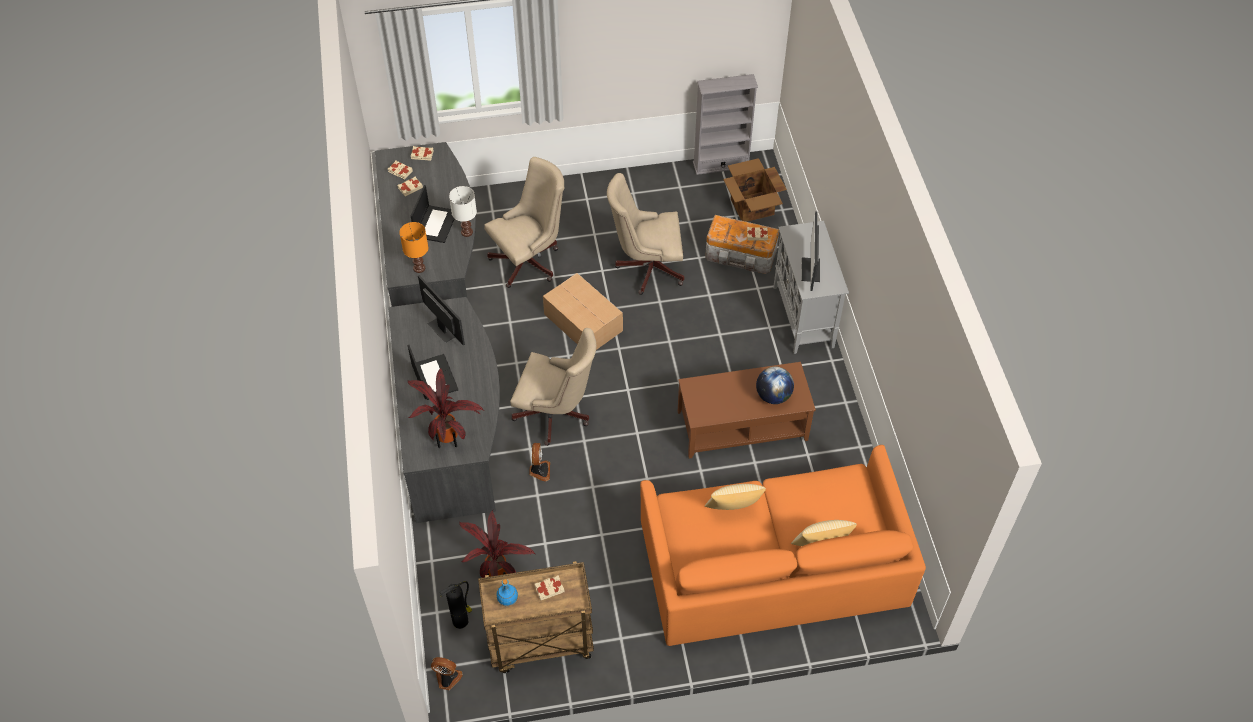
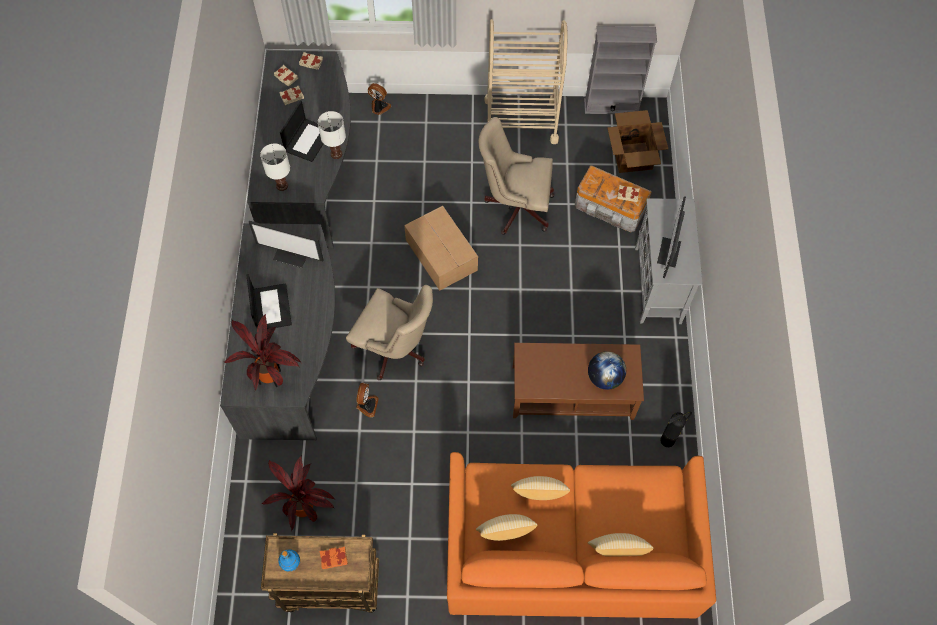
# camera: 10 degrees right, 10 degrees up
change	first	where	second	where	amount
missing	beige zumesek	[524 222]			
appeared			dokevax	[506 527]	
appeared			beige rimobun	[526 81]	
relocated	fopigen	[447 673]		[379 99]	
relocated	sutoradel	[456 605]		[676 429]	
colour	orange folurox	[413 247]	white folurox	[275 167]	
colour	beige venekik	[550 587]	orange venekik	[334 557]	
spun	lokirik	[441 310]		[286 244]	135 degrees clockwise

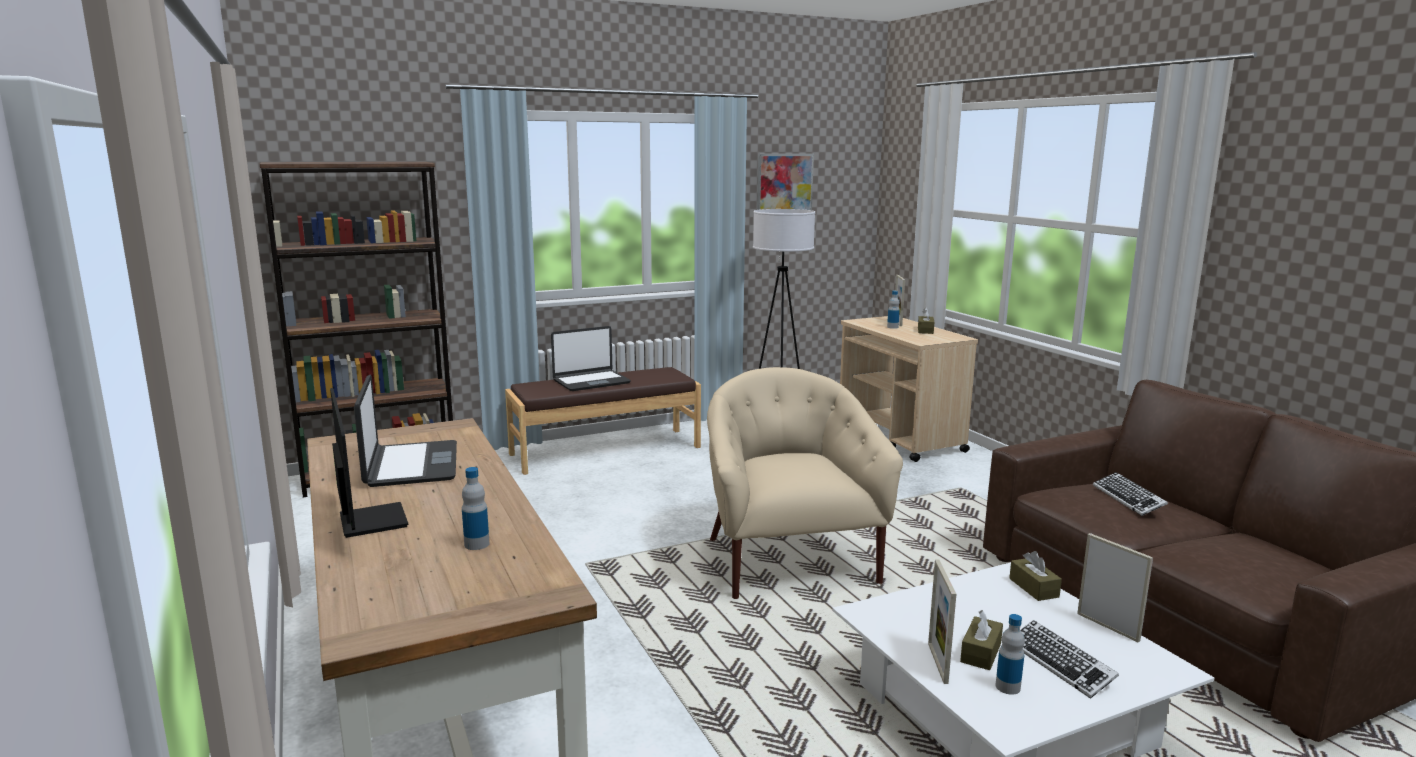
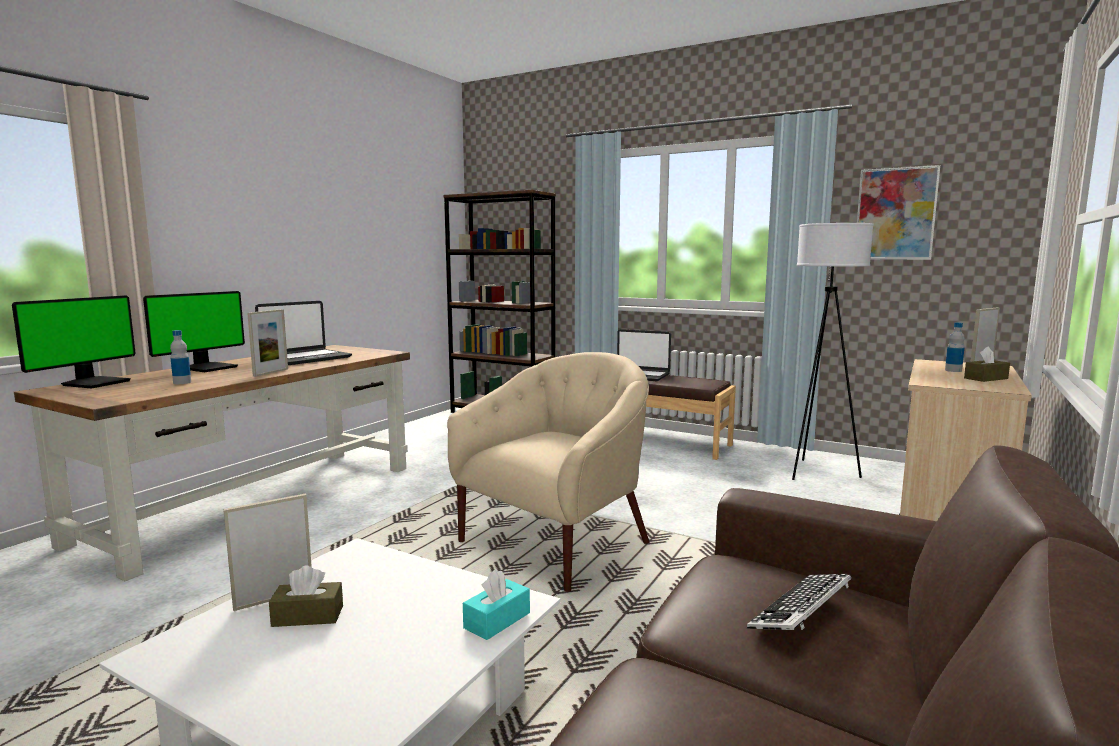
# camera: 55 degrees right, 5 degrees down
change	first	where	second	where	amount
missing	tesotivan	[1010 654]			
missing	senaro	[1069 659]			
appeared			lokirik	[74 342]	
relocated	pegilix	[1115 587]		[267 343]	
colour	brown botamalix	[1035 576]	turquoise botamalix	[496 604]	

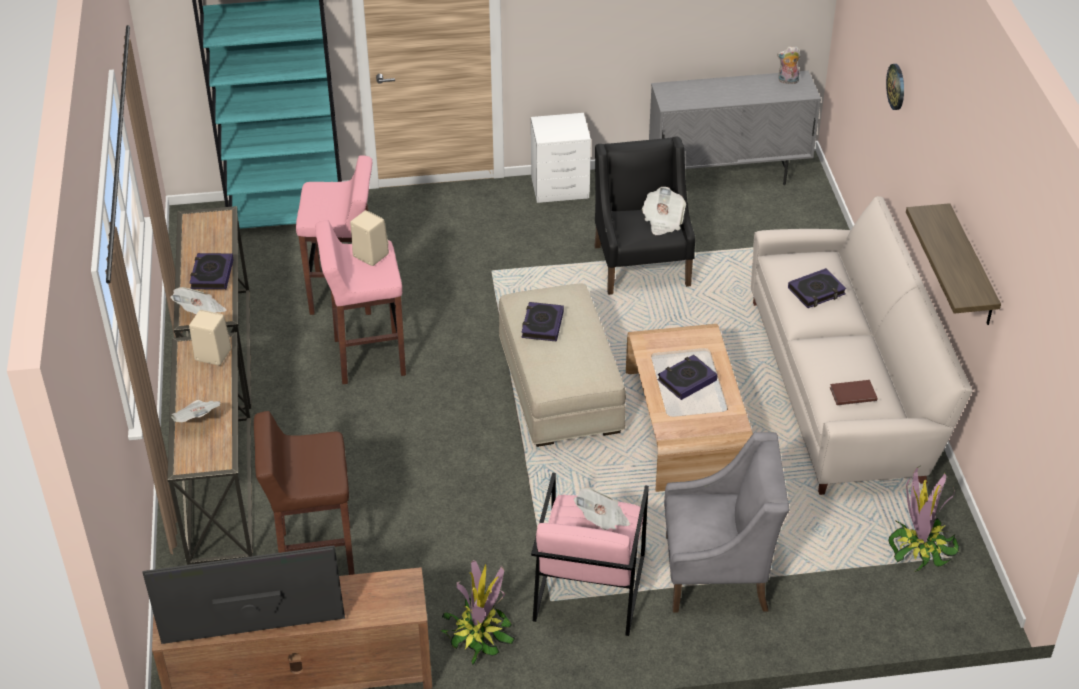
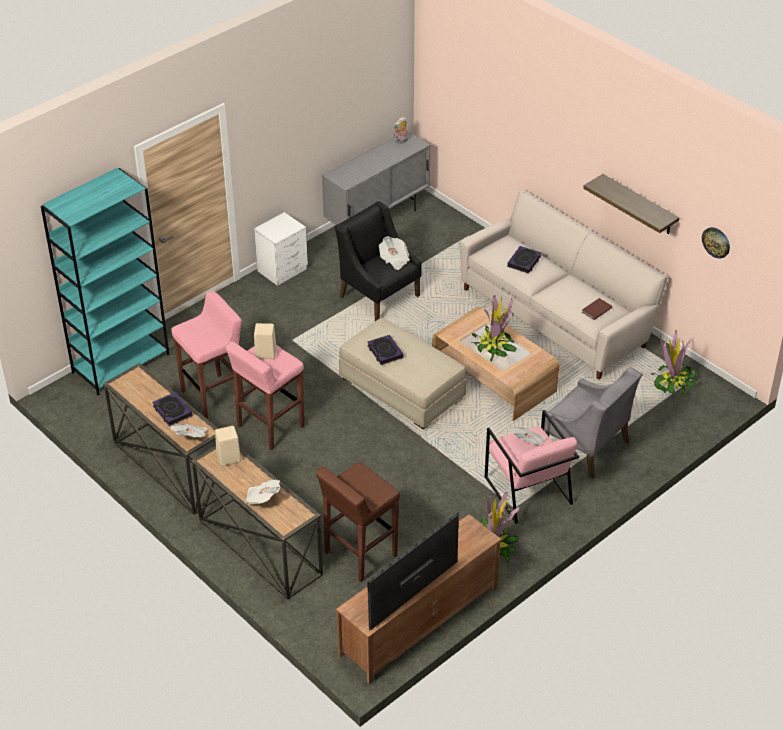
# camera: 35 degrees left, 0 degrees up
change	first	where	second	where	amount
relocated	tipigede	[895 87]		[716 243]	
exchanged	venekik	[687 377]	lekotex	[494 328]	
spun	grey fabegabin	[726 522]		[593 423]	75 degrees clockwise

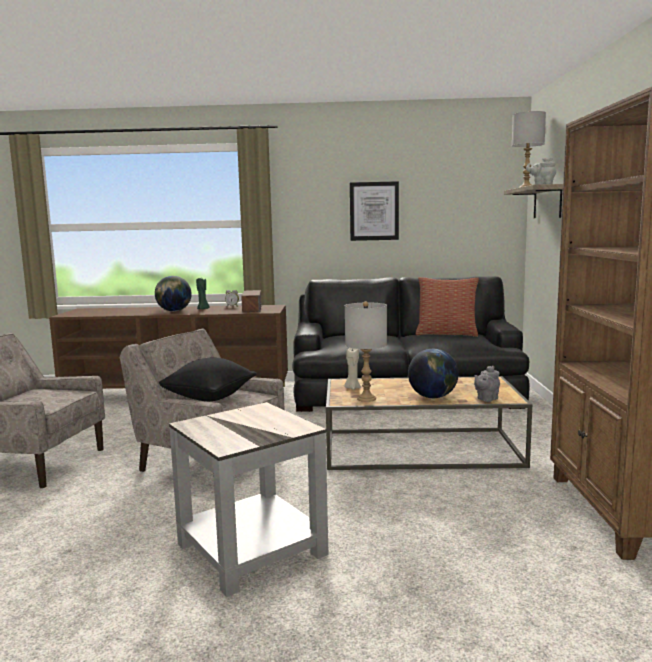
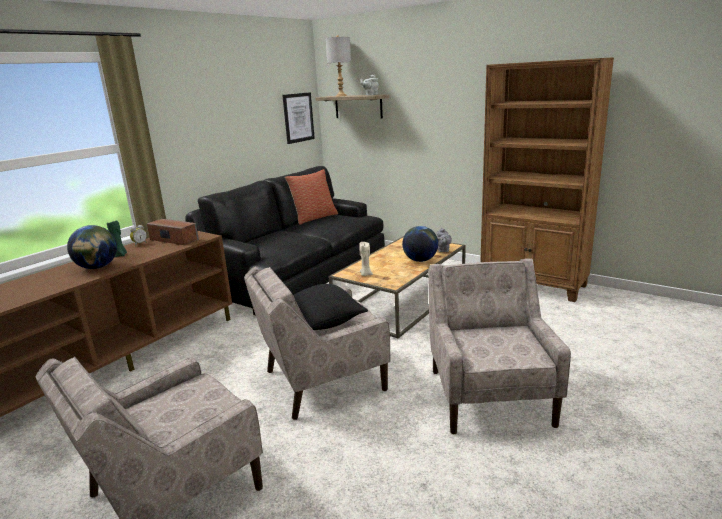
# camera: 55 degrees left, 10 degrees up
change	first	where	second	where	amount
missing	grey folurox	[366 351]			
relocated	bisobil	[374 211]		[298 118]	
exchanged	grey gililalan	[248 499]	beige fabegabin	[499 346]	

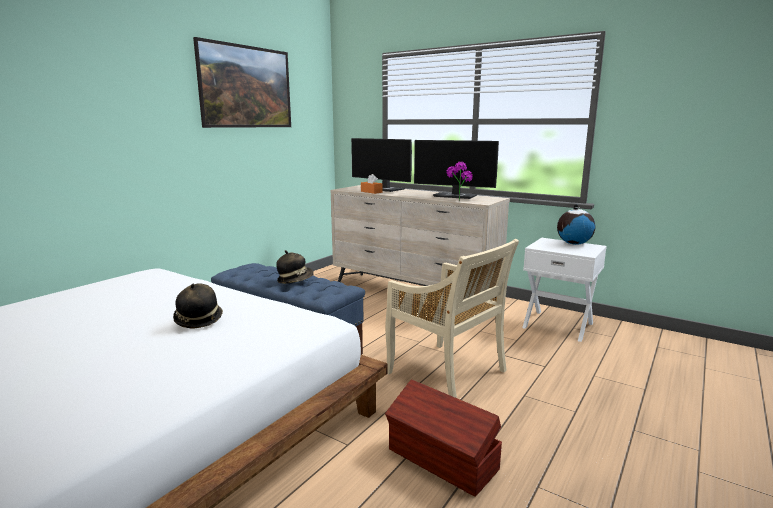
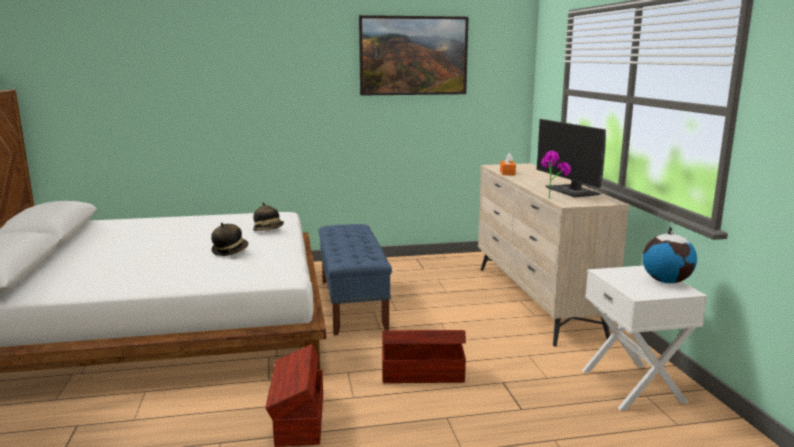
# camera: 45 degrees right, 0 degrees up
change	first	where	second	where	amount
missing	lokirik	[381 165]			
relocated	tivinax	[295 267]		[268 216]	
exchanged	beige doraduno	[452 318]	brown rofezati	[424 356]	

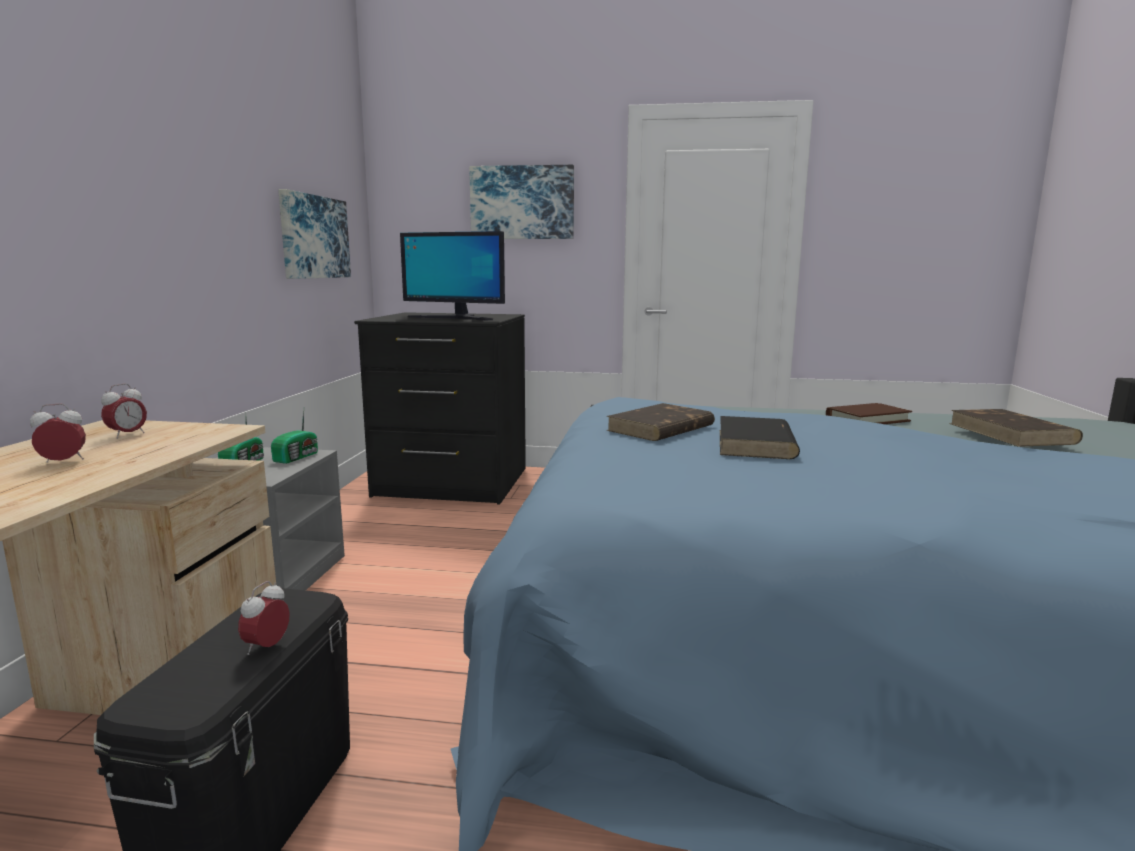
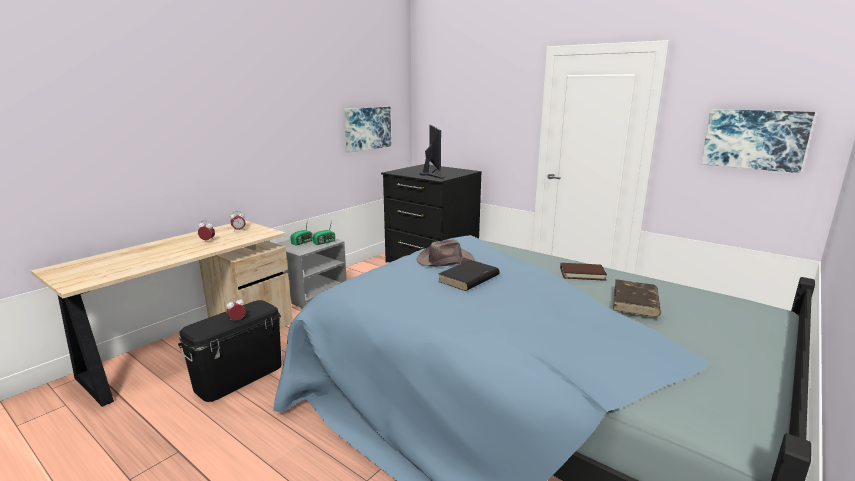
# camera: 30 degrees right, 5 degrees up
change	first	where	second	where	amount
relocated	bisobil	[521 202]		[758 141]	
exchanged	brown venekik	[660 422]	brown tivinax	[446 253]	
spun	lokirik	[452 275]		[432 152]	150 degrees counterclockwise

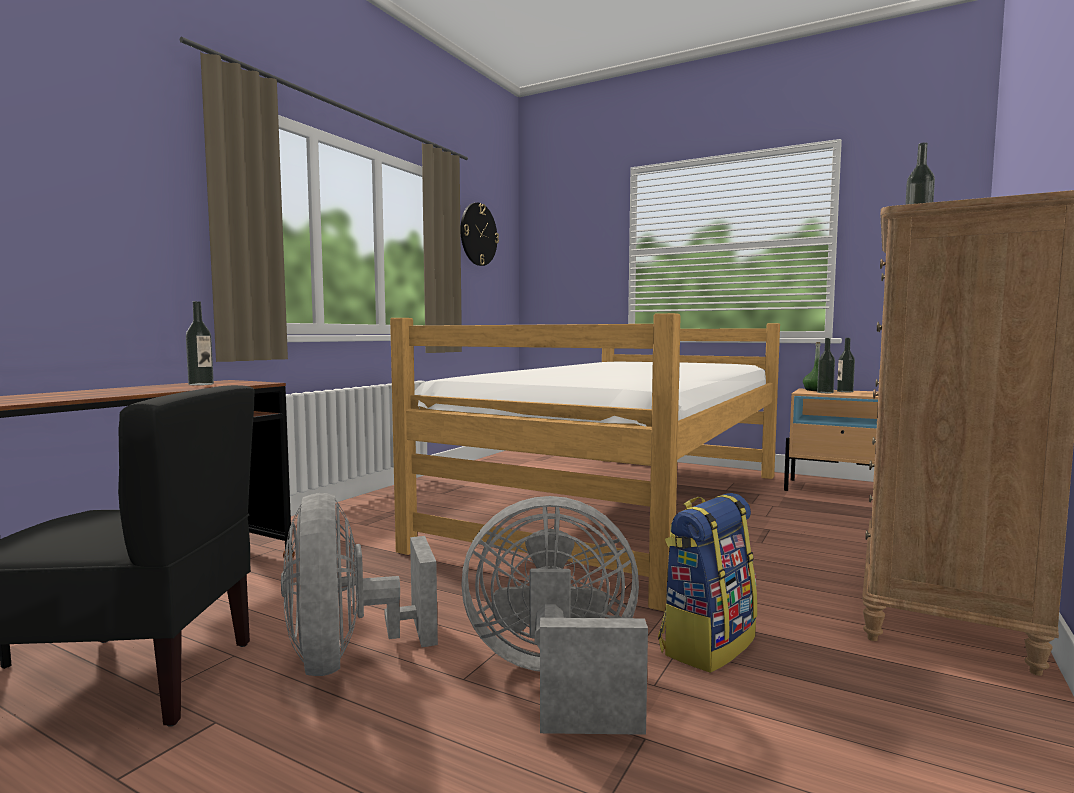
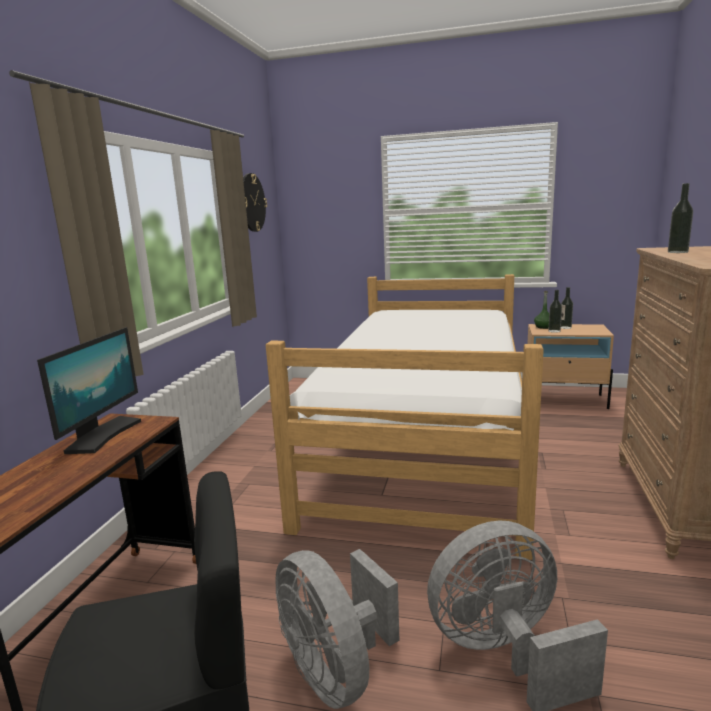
# camera: 15 degrees left, 10 degrees up
change	first	where	second	where	amount
missing	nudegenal	[707 583]			
exchanged	tesotivan	[200 343]	lokirik	[89 390]	

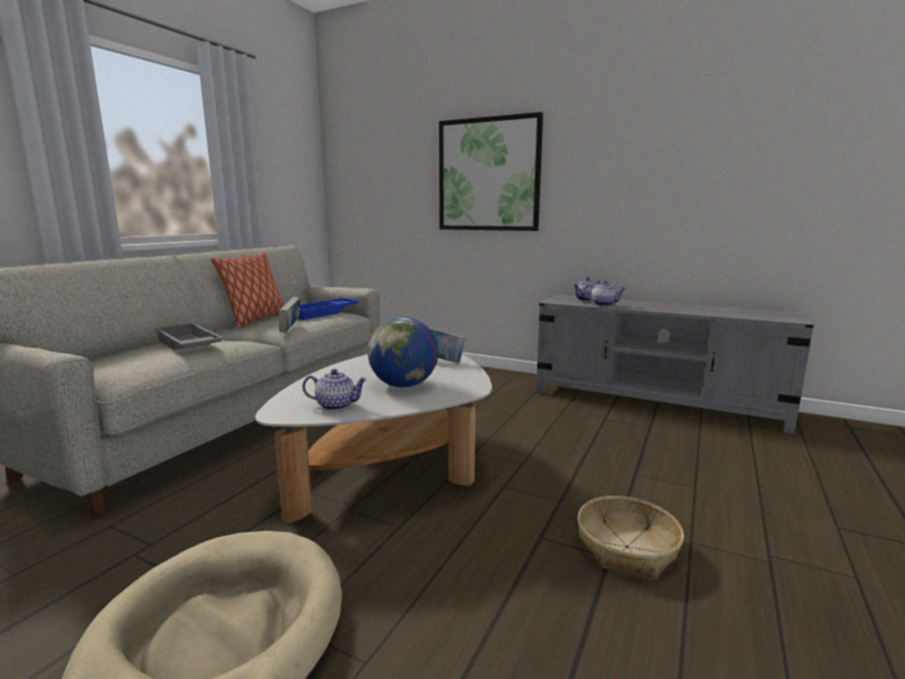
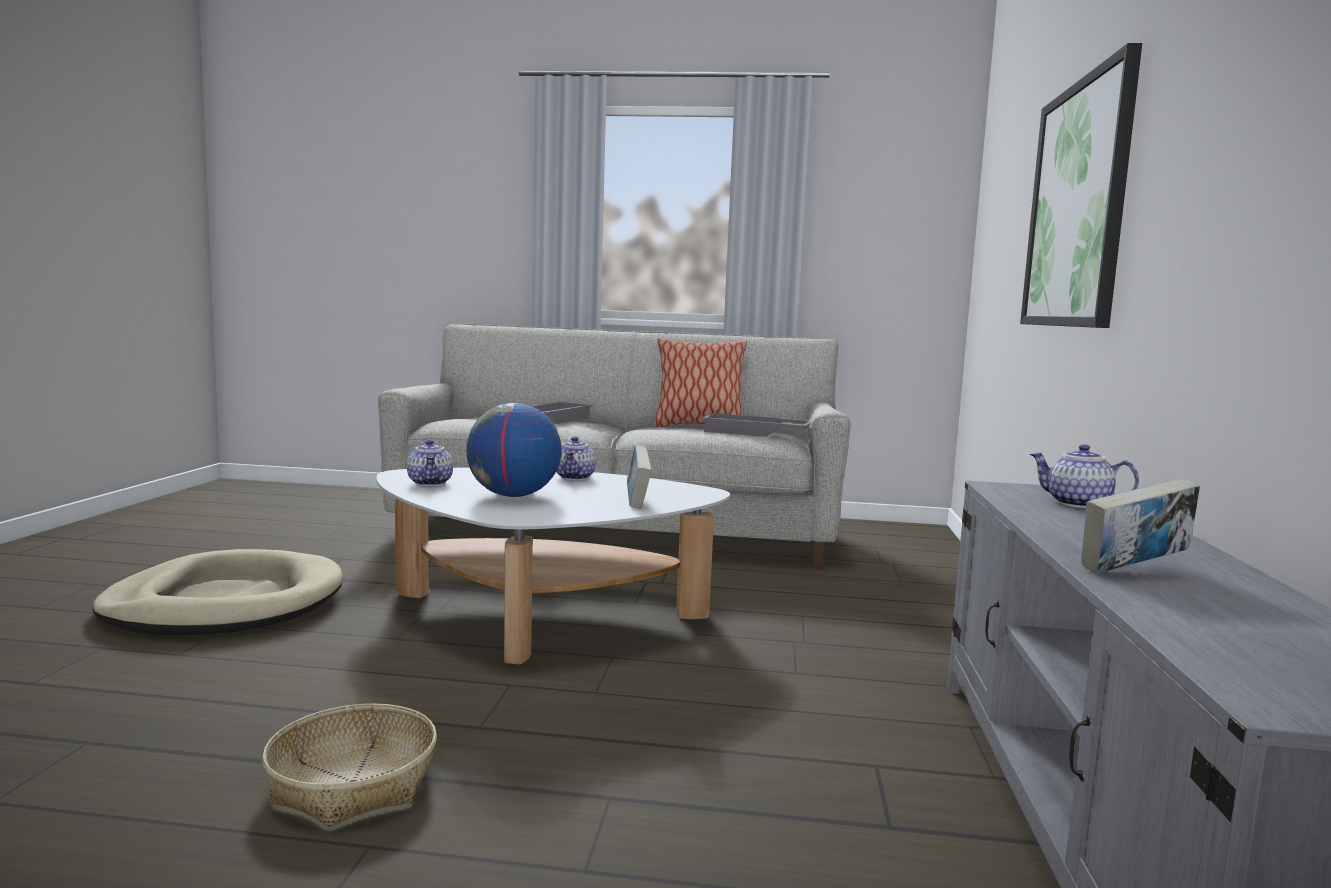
# camera: 70 degrees right, 5 degrees down
change	first	where	second	where	amount
relocated	venekik	[289 315]		[1140 525]	
relocated	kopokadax	[605 293]		[576 458]	
colour	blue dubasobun	[329 309]	grey dubasobun	[756 425]	

